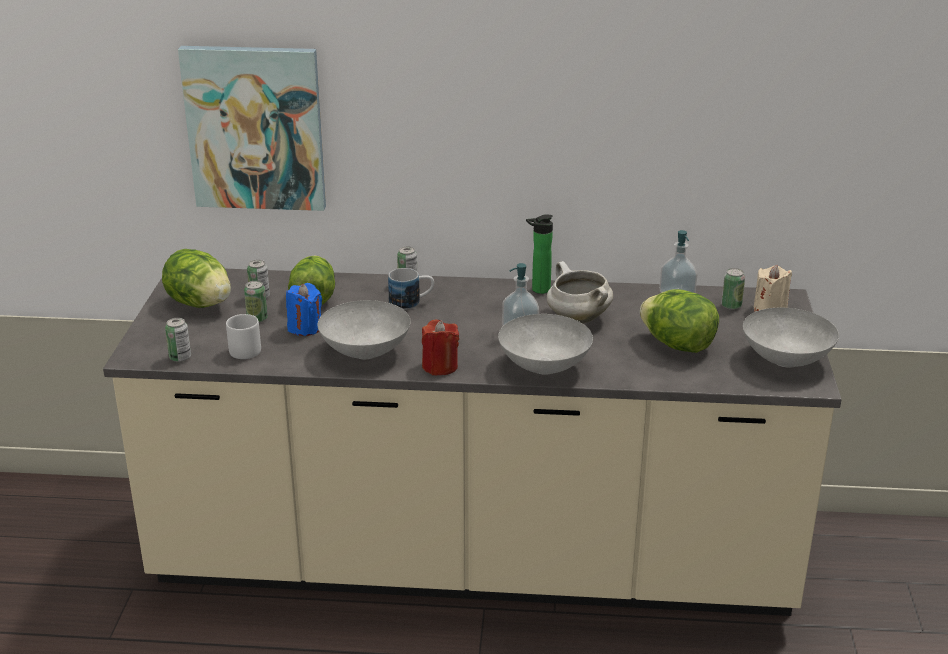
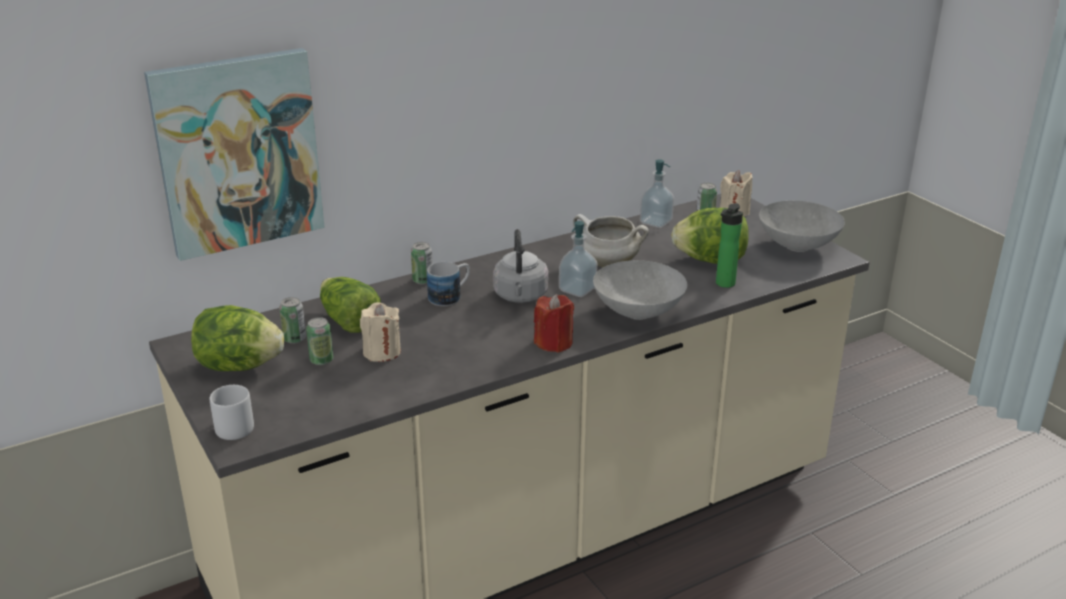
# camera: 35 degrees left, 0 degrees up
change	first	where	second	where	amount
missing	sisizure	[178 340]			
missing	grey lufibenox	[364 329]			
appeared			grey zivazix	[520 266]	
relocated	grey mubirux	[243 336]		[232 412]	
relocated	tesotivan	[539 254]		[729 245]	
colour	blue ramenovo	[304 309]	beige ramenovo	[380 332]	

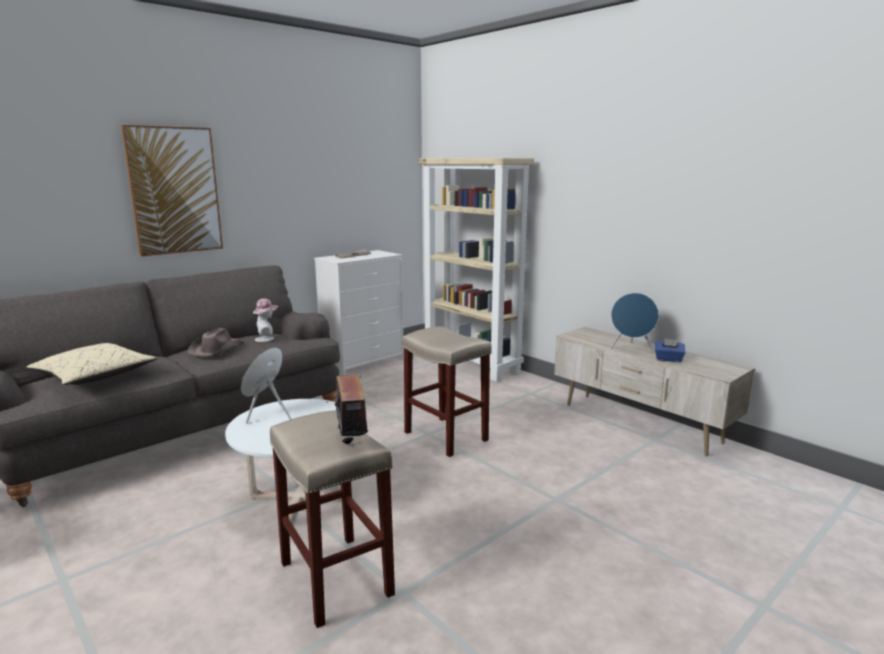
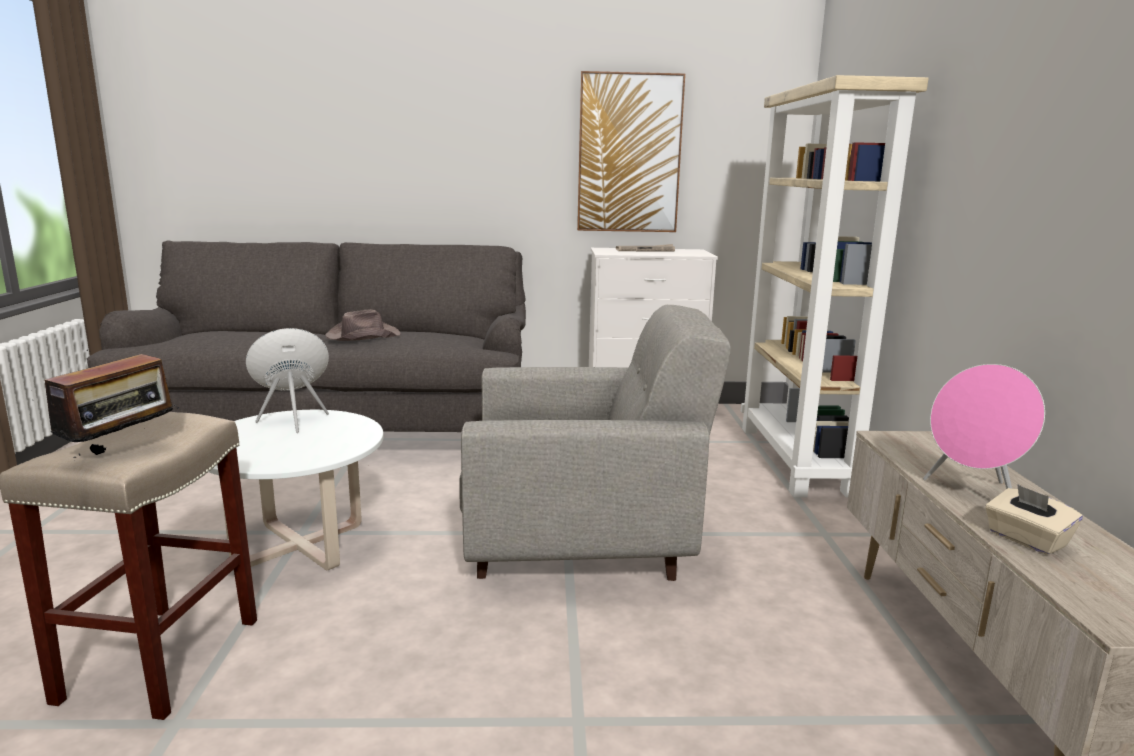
# camera: 40 degrees right, 0 degrees up
change	first	where	second	where	amount
missing	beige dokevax	[92 364]			
missing	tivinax	[265 320]			
relocated	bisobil	[172 191]		[631 151]	
exchanged	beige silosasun	[447 392]	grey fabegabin	[595 443]	
colour	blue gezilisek	[634 322]	pink gezilisek	[984 426]	
colour	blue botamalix	[670 350]	beige botamalix	[1034 519]	

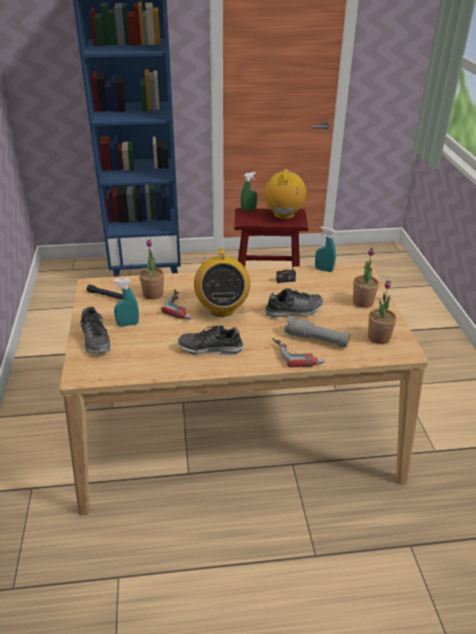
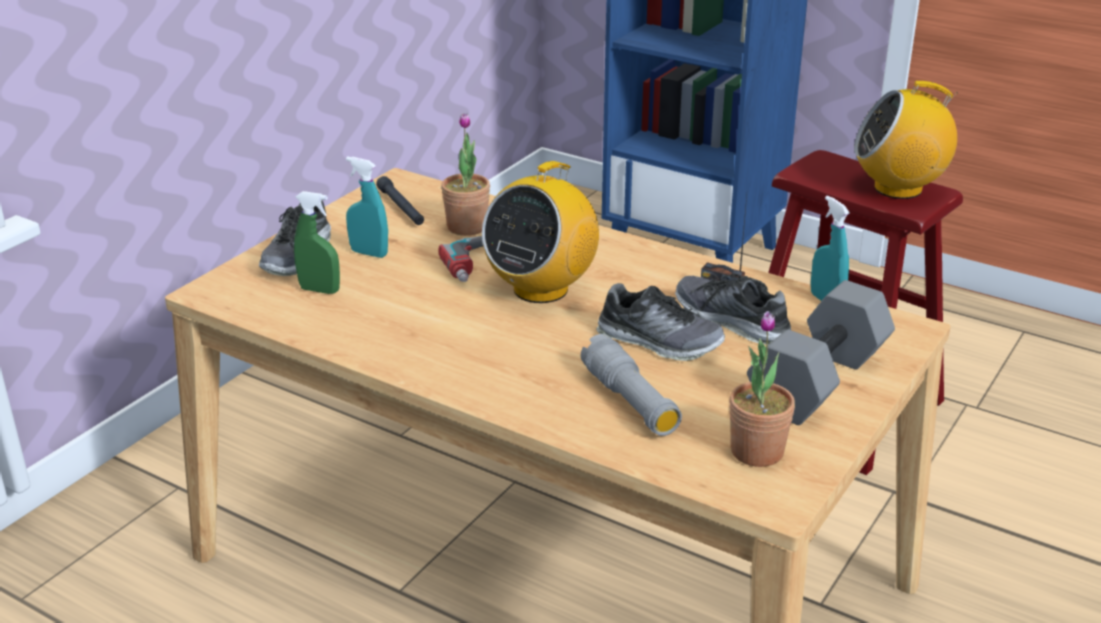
# camera: 40 degrees right, 5 degrees down
change	first	where	second	where	amount
missing	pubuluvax	[299 353]			
relocated	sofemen	[210 340]		[733 309]	
relocated	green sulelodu	[249 191]		[317 242]	
exchanged	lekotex	[366 278]	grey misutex	[821 352]	
spun	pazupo	[285 194]		[906 140]	135 degrees counterclockwise

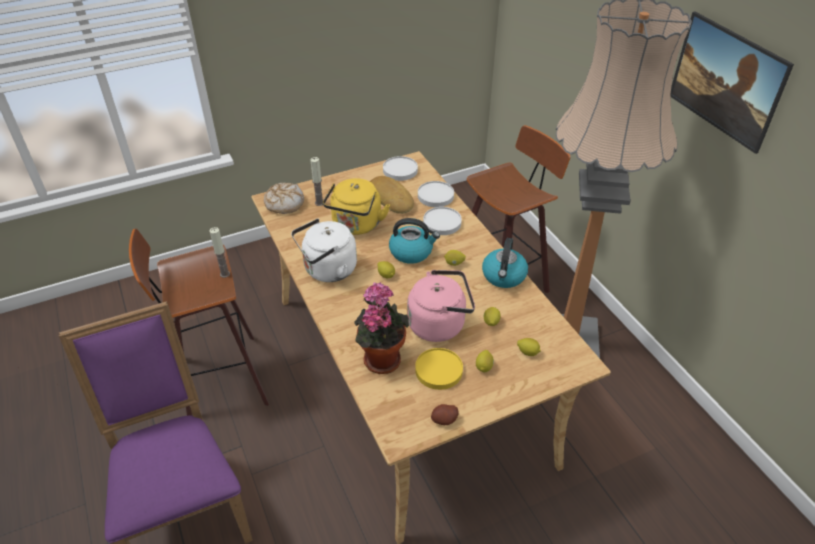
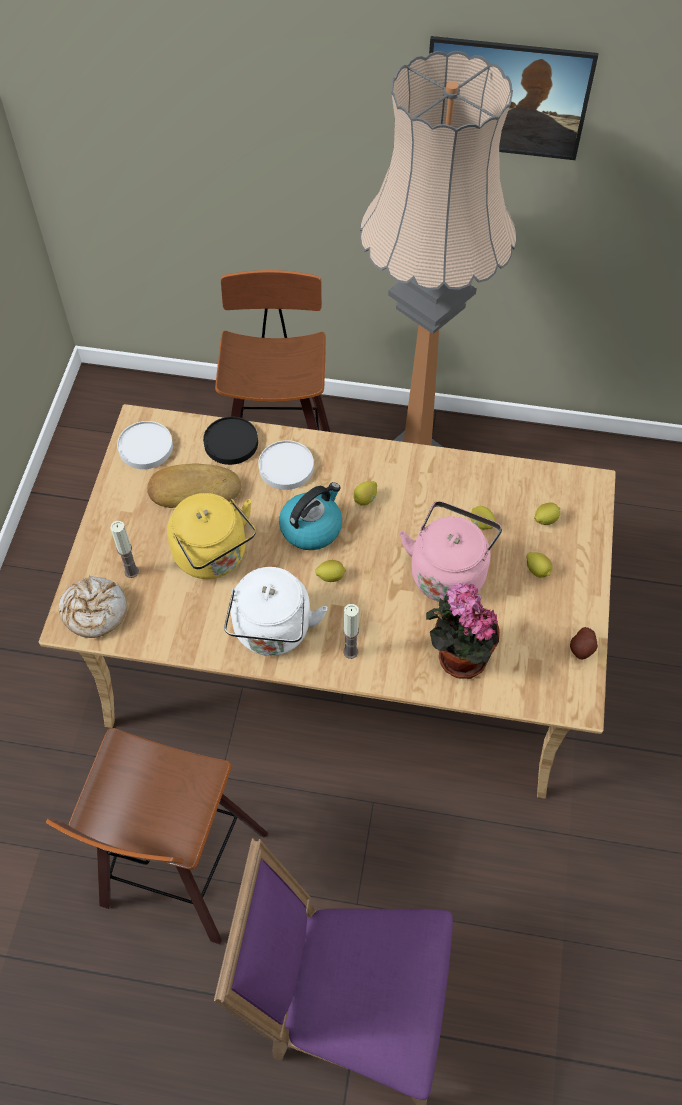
# camera: 55 degrees left, 15 degrees up
change	first	where	second	where	amount
missing	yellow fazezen	[439 369]			
missing	zivazix	[505 263]			
relocated	ramenovo	[219 252]		[351 631]	
colour	white fazezen	[436 194]	black fazezen	[230 441]	

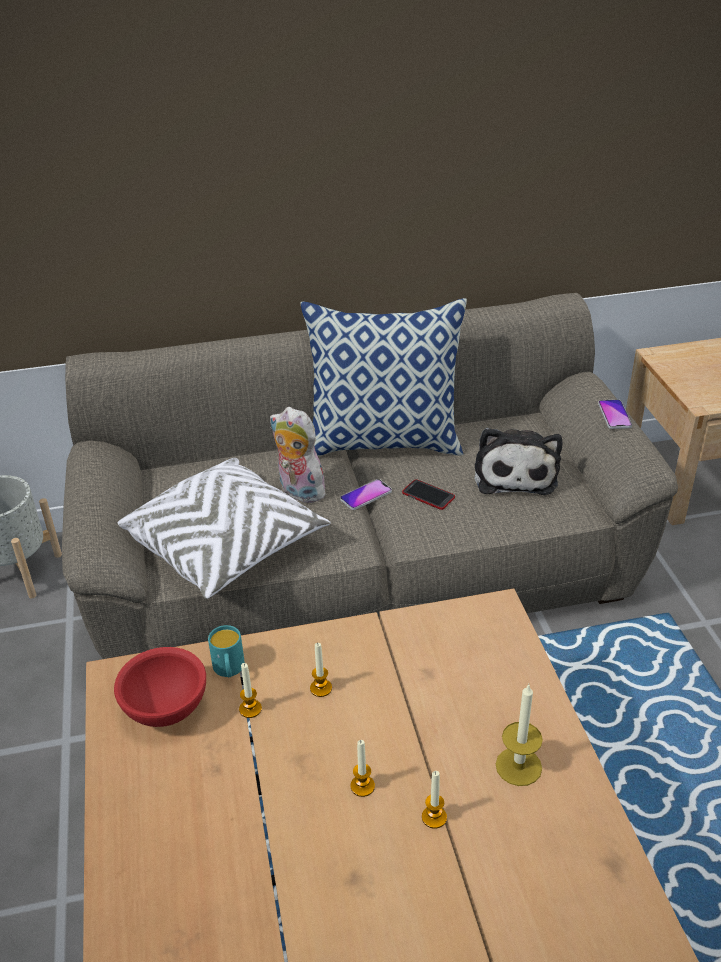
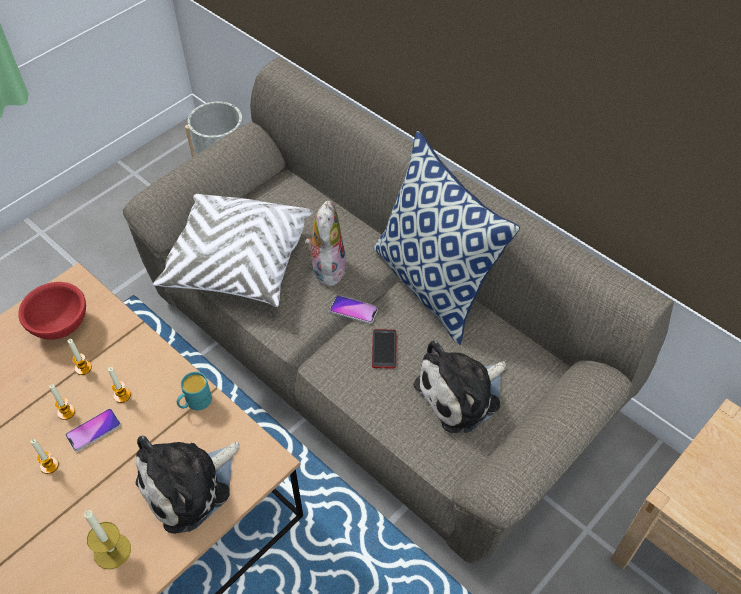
# camera: 55 degrees right, 15 degrees up
change	first	where	second	where	amount
appeared			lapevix	[188 485]	
relocated	turquoise mubirux	[226 651]		[194 391]	
relocated	ramenovo	[434 800]		[62 402]	
relocated	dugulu	[615 414]		[93 430]	

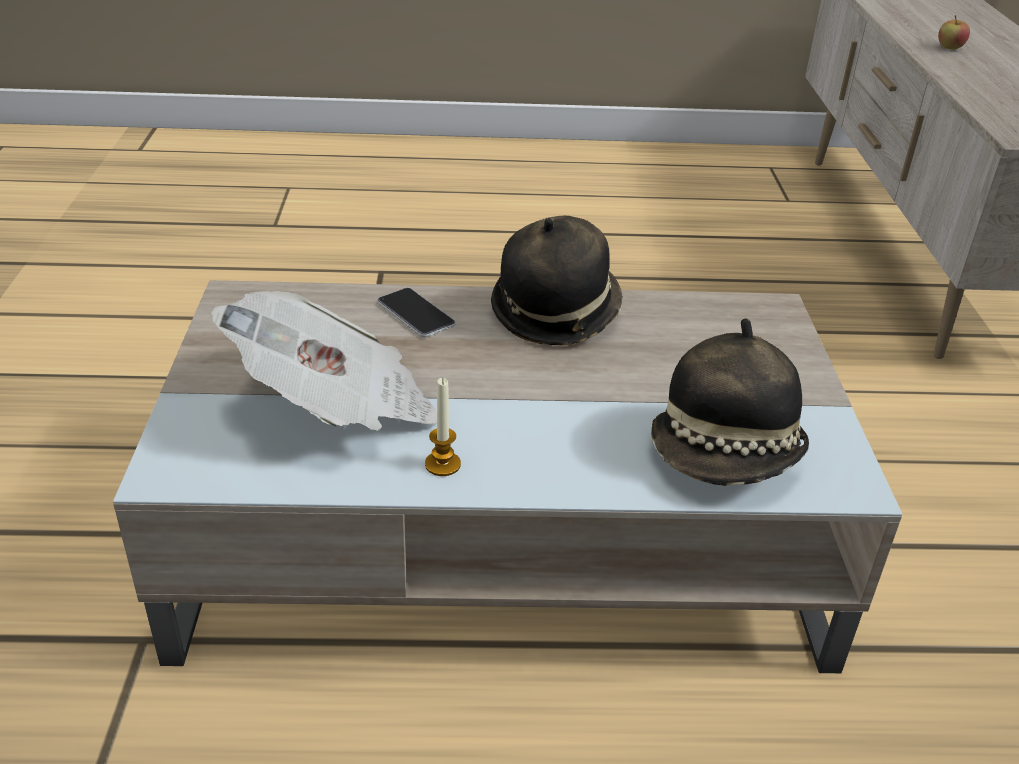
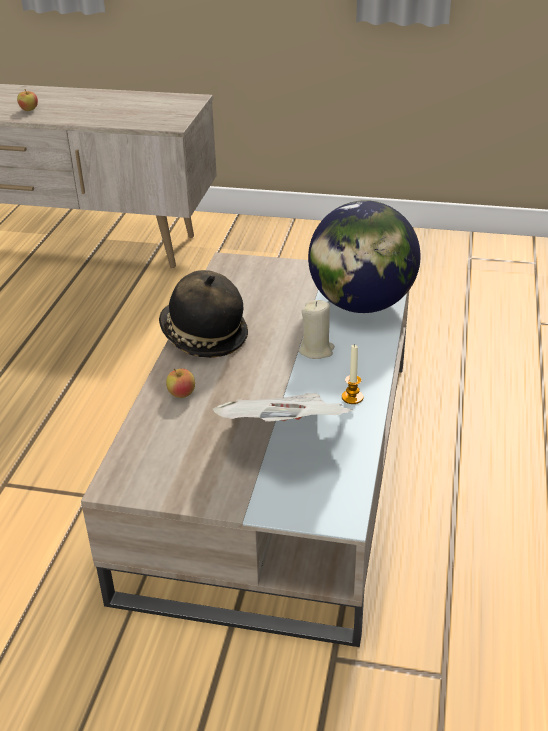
# camera: 75 degrees left, 0 degrees up
change	first	where	second	where	amount
appeared			beige ramenovo	[317 329]	
exchanged	dugulu	[416 312]	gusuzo	[180 383]	
exchanged	tivinax	[730 402]	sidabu	[364 256]	

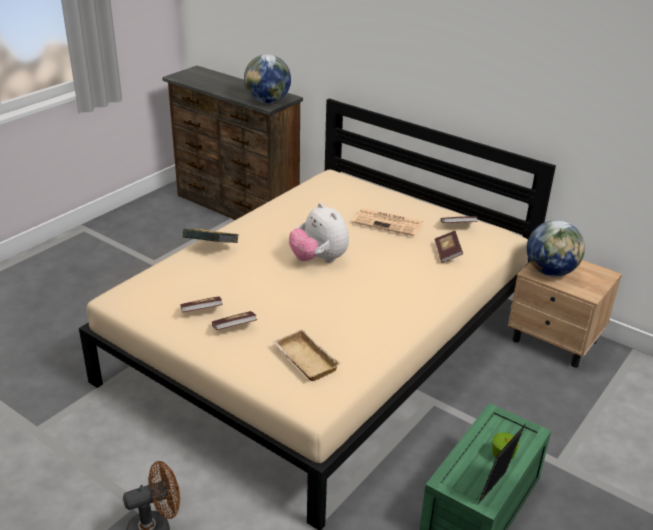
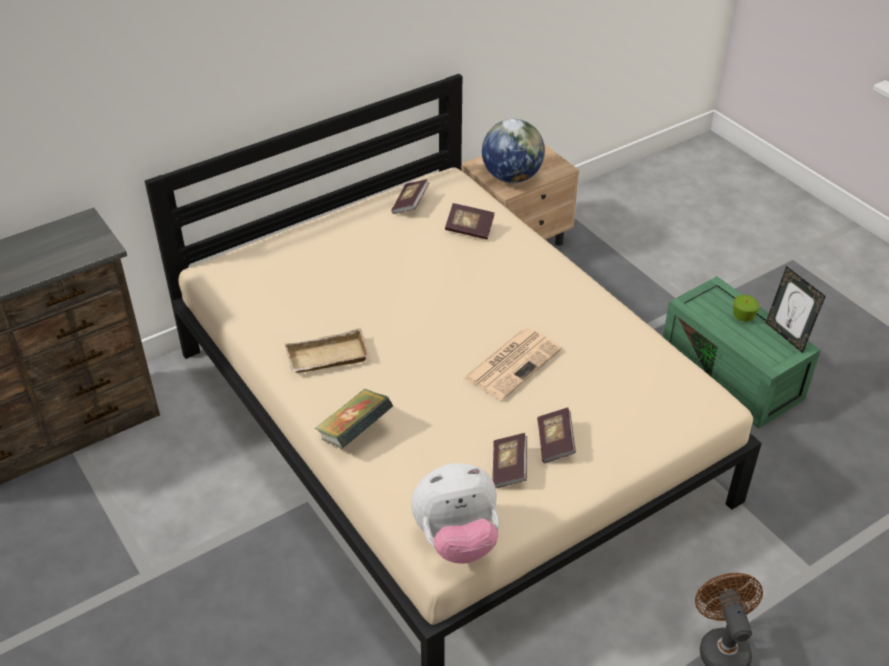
# camera: 70 degrees left, 10 degrees up
change	first	where	second	where	amount
missing	sidabu	[267 78]			
relocated	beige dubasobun	[307 355]		[327 350]	
relocated	lapevix	[319 233]		[455 513]	
relocated	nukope	[387 222]		[513 364]	

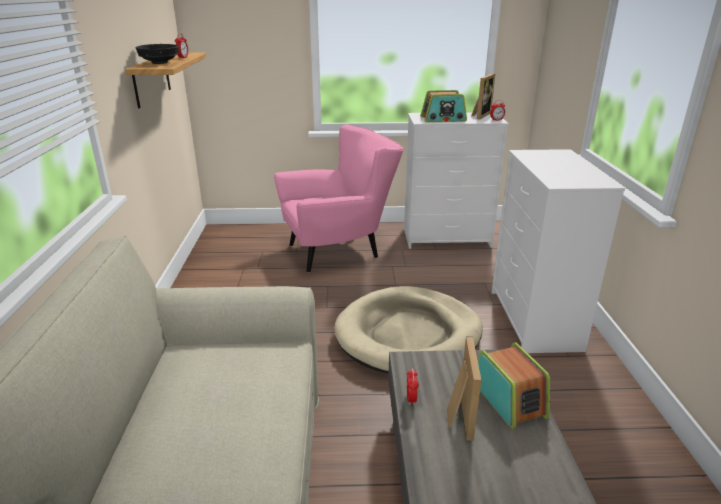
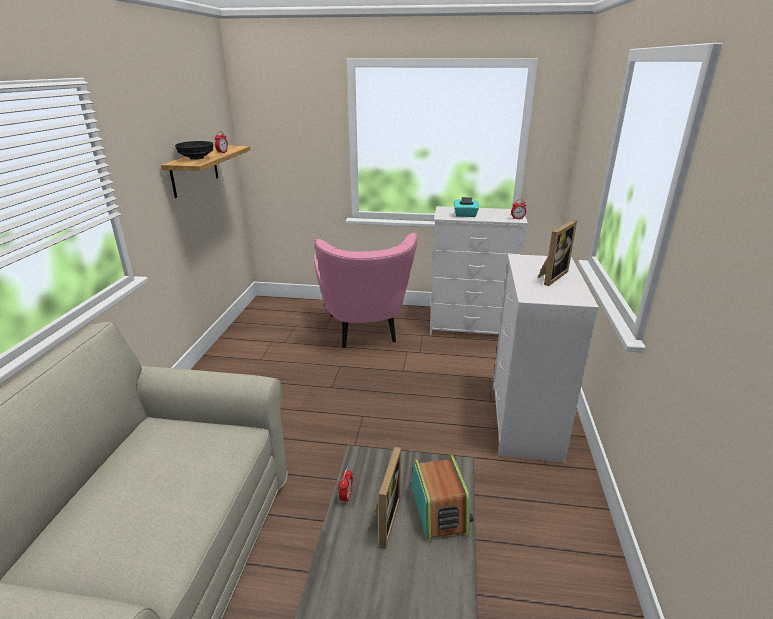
# camera: 10 degrees right, 0 degrees up
change	first	where	second	where	amount
missing	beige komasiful	[408 329]			
relocated	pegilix	[483 96]		[557 253]	
exchanged	pazupo	[444 106]	turquoise botamalix	[466 207]	
spun	pink fabegabin	[338 198]		[365 290]	90 degrees clockwise

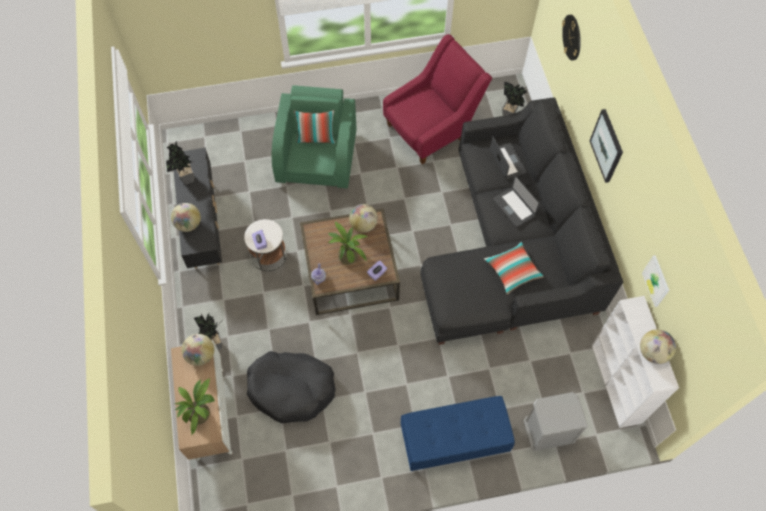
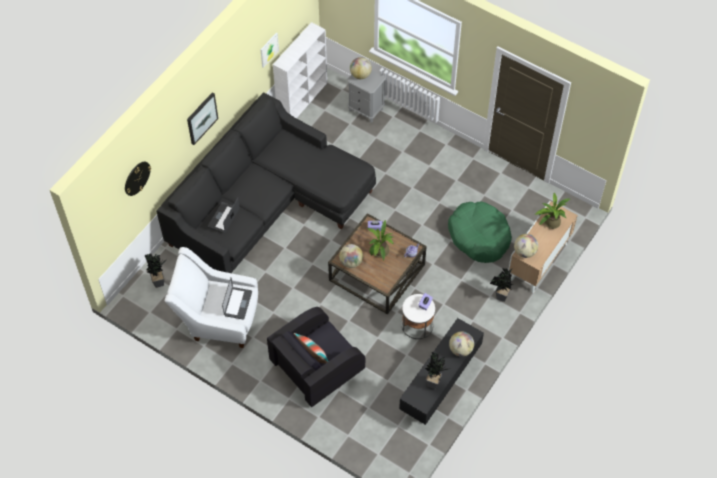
# camera: 135 degrees left, 5 degrees down
change	first	where	second	where	amount
missing	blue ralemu	[458 433]			
missing	dokevax	[514 268]			
relocated	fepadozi	[516 201]		[237 299]	
relocated	sidabu	[658 346]		[361 68]	
colour	black komasiful	[291 387]	green komasiful	[480 232]	
colour	green fabegabin	[314 136]	black fabegabin	[316 357]	
colour	red fabegabin	[437 99]	white fabegabin	[211 297]	

